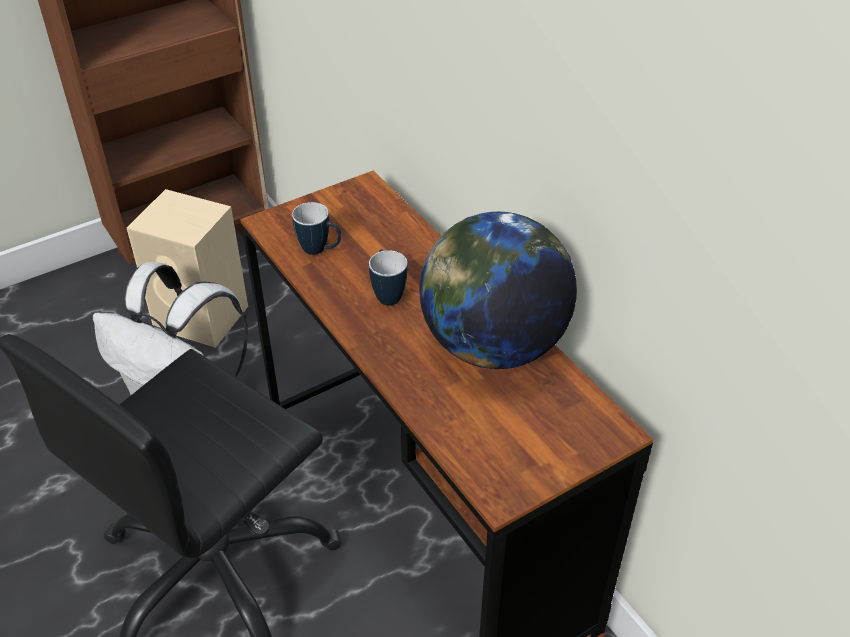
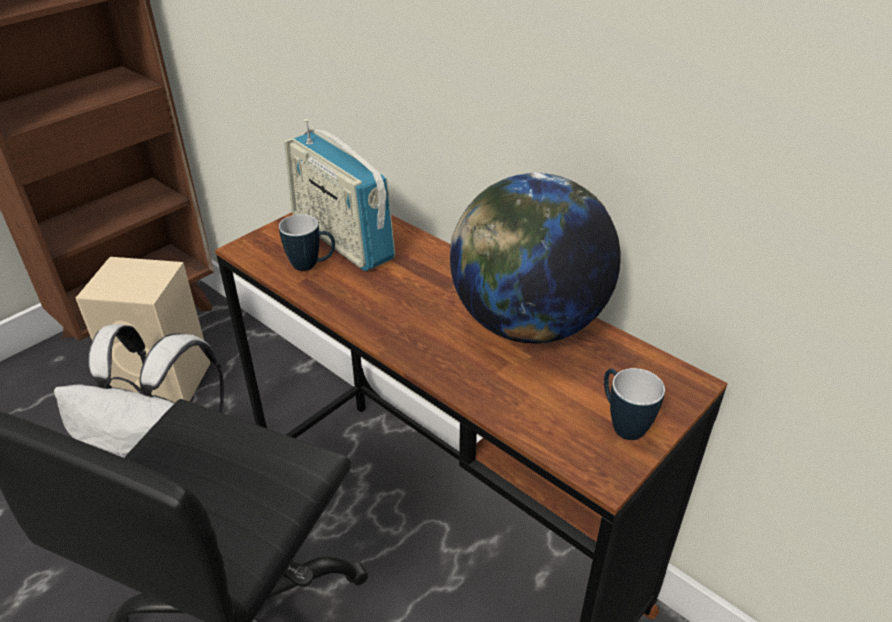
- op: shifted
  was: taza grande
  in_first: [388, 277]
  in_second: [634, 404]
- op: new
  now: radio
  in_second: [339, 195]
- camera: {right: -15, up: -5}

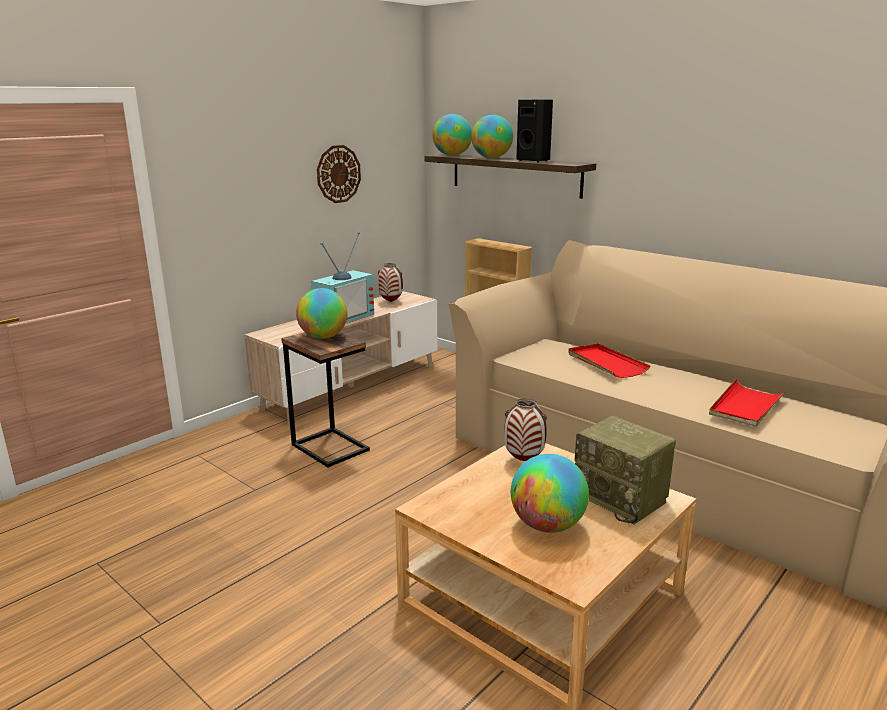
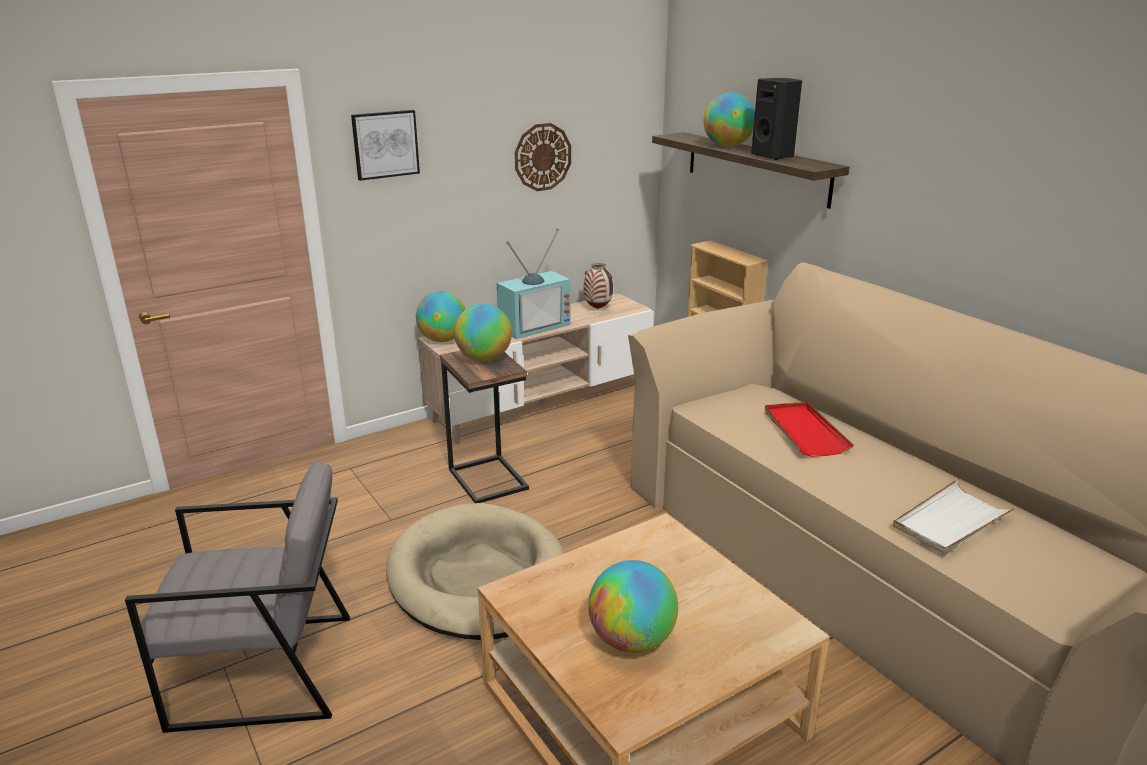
- op: shifted
  was: globo terráqueo
  in_first: [452, 135]
  in_second: [440, 317]
- op: gone
  was: florero
  in_first: [525, 429]
- op: gone
  was: radio
  in_first: [625, 470]
- op: repainted
  was: bandeja (rojo)
  now: bandeja (blanco)
  in_first: [748, 403]
  in_second: [954, 517]
- op: new
  now: sillón (gris)
  in_second: [237, 597]
- op: new
  now: cuadro
  in_second: [385, 145]
- op: new
  now: cama para perro (beis)
  in_second: [475, 571]
- camera: {right: 15, up: 5}

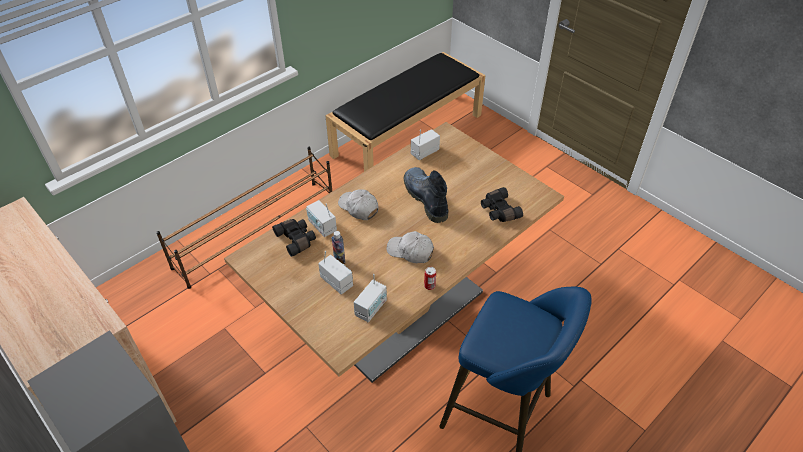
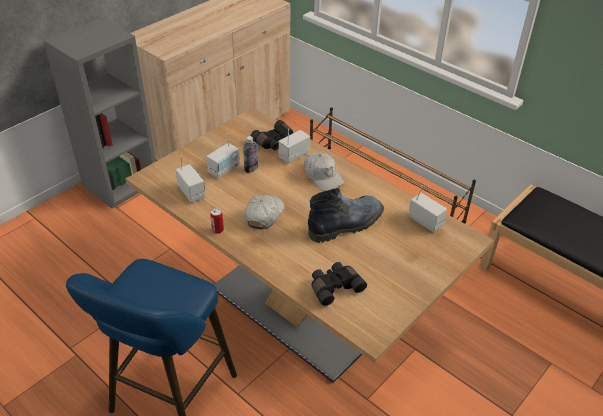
- op: rotated
  was: gorra (blanco)
  in_first: [358, 204]
  in_second: [324, 171]
  clockwise: 105
- op: rotated
  was: radio
  in_first: [370, 298]
  in_second: [190, 179]
  clockwise: -150
- camera: {right: 85, up: -5}

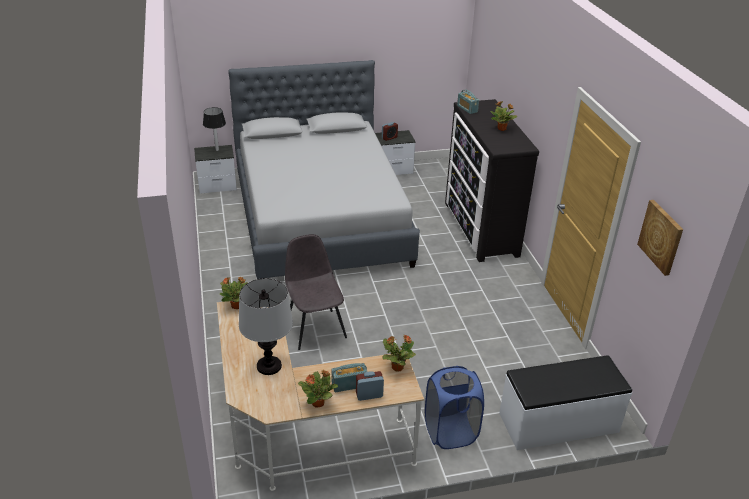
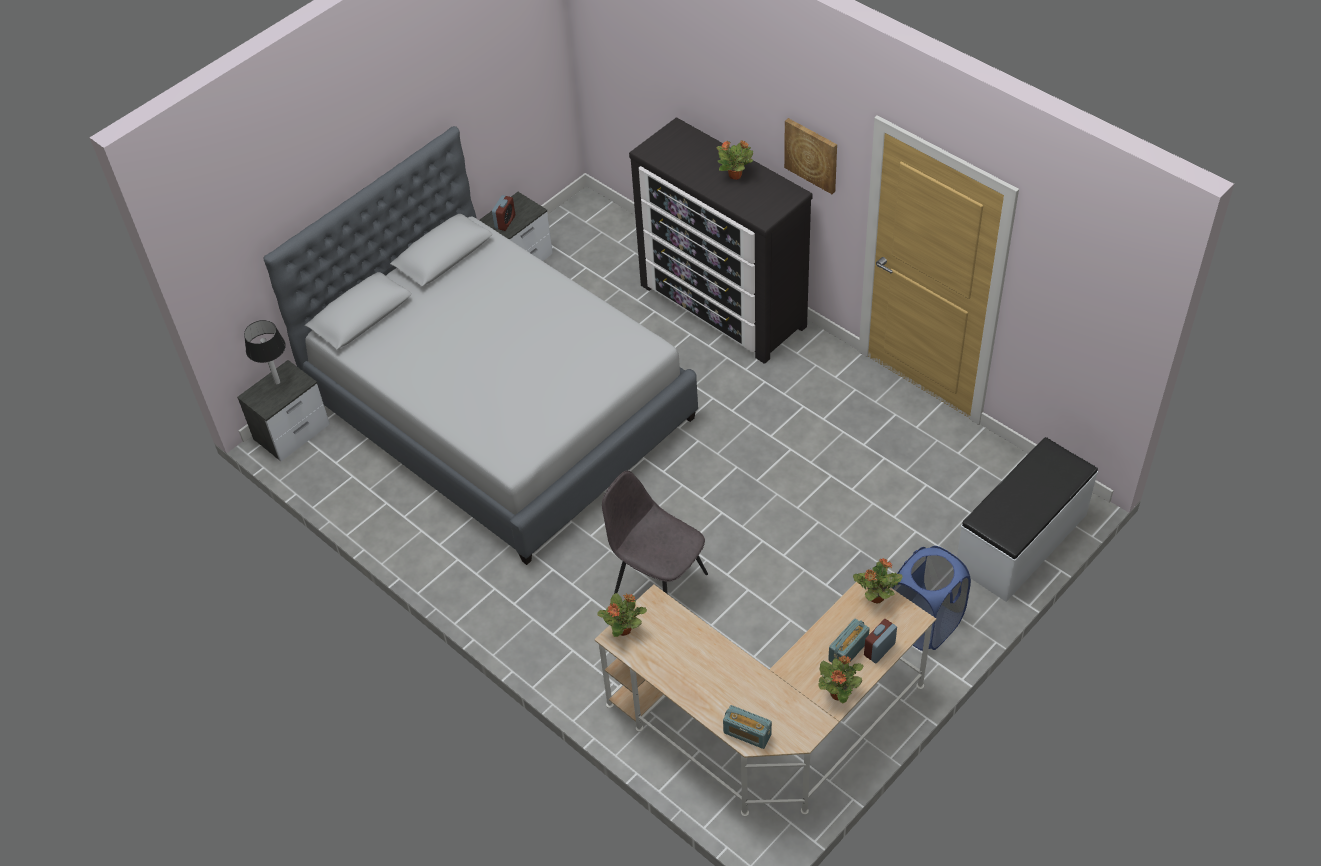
- op: gone
  was: lámpara de mesa
  in_first: [266, 326]
- op: shifted
  was: radio
  in_first: [468, 102]
  in_second: [747, 727]
- op: shifted
  was: cuadro
  in_first: [660, 238]
  in_second: [810, 156]
- camera: {right: -30, up: 15}

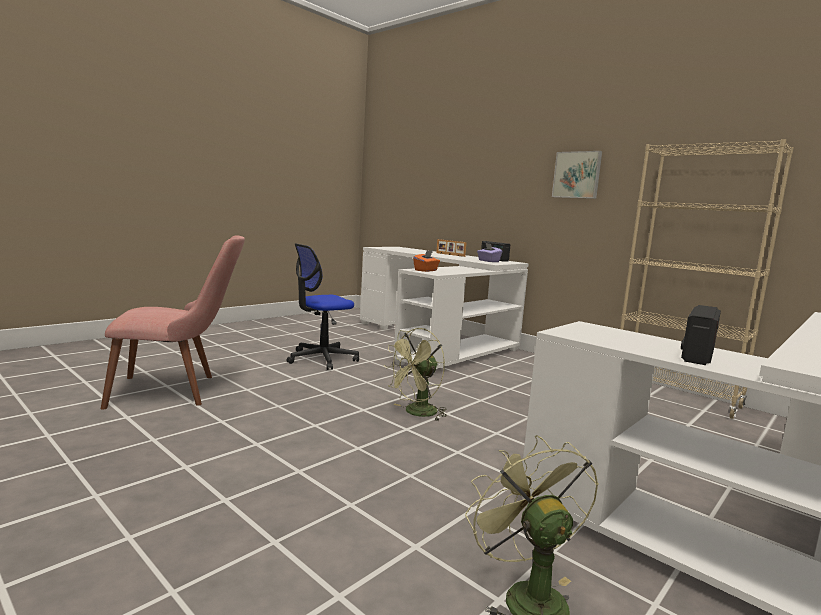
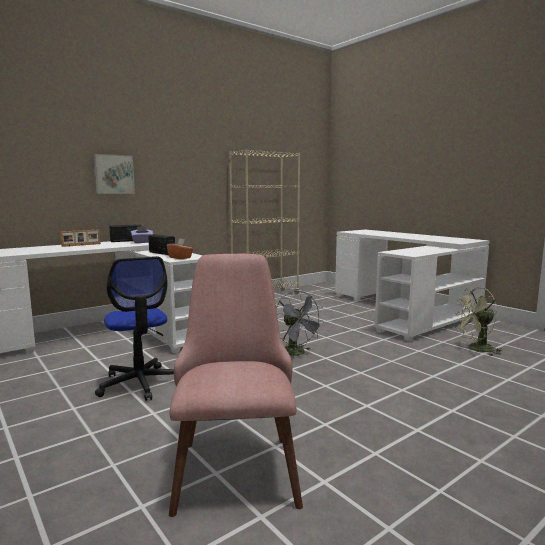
- op: repainted
  was: ventilador (verde)
  now: ventilador (gris)
  in_first: [415, 374]
  in_second: [300, 323]
- op: shifted
  was: cuadro
  in_first: [577, 175]
  in_second: [114, 174]
- op: shifted
  was: radio
  in_first: [701, 335]
  in_second: [161, 244]
- camera: {right: -80, up: 0}

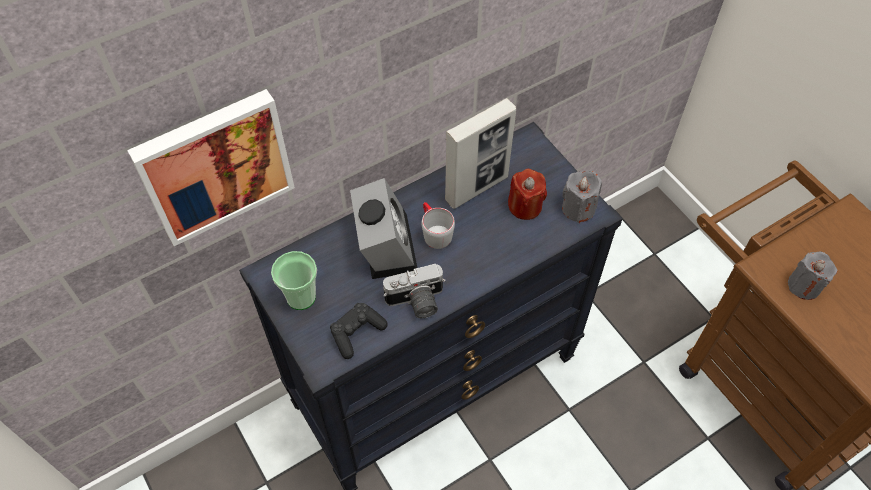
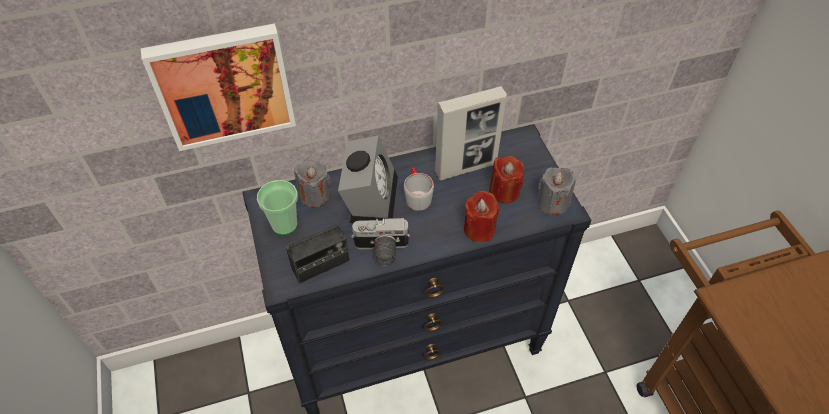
- op: swapped
  was: mando de consola (negro)
  now: radio
  in_first: [359, 331]
  in_second: [318, 247]
- op: shifted
  was: vela (gris)
  in_first: [812, 275]
  in_second: [312, 184]
- op: new
  now: vela (rojo)
  in_second: [481, 216]
- camera: {right: 15, up: -5}

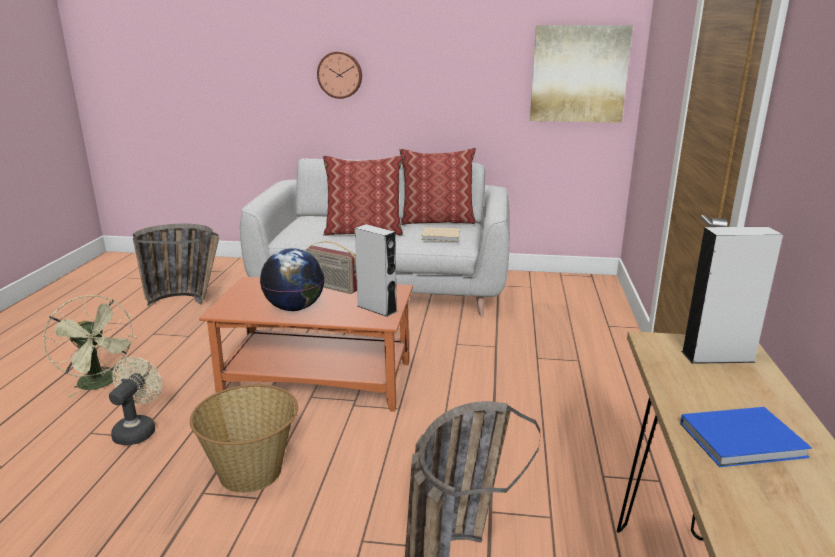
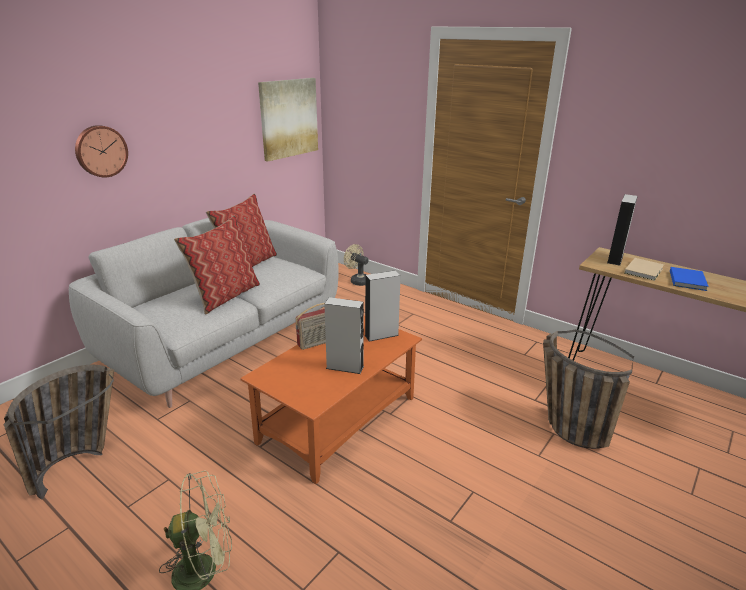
- op: shifted
  was: ventilador (beis)
  in_first: [135, 401]
  in_second: [356, 265]
- op: gone
  was: cesta
  in_first: [244, 438]
- op: swapped
  was: globo terráqueo
  now: altavoz (gris)
  in_first: [292, 279]
  in_second: [344, 335]
- op: shifted
  was: libro (beis)
  in_first: [440, 234]
  in_second: [644, 269]
- camera: {right: -60, up: 5}

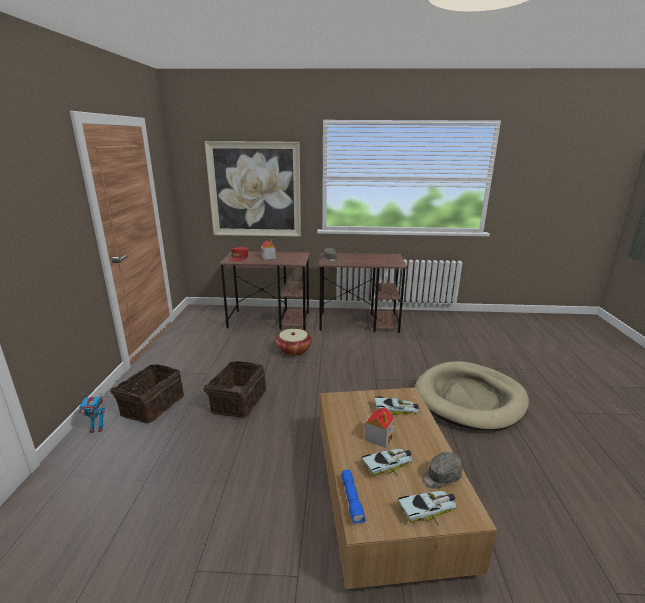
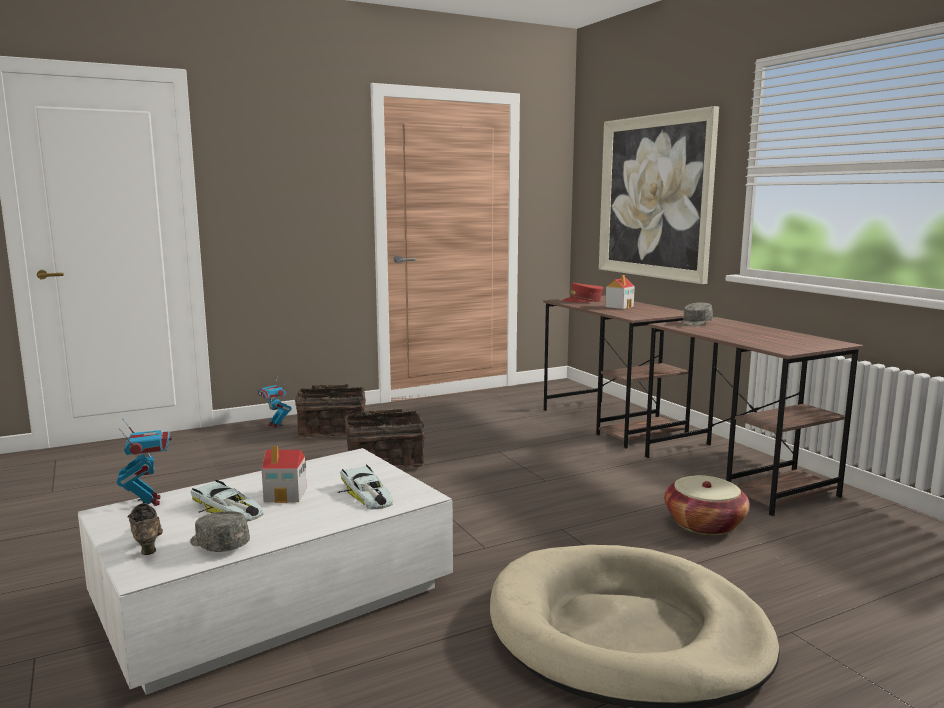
- op: shifted
  was: cesta
  in_first: [293, 342]
  in_second: [707, 505]
- op: repainted
  was: mesa de centro (marrón)
  now: mesa de centro (blanco)
  in_first: [408, 488]
  in_second: [265, 571]
- op: swapped
  was: linterna (azul)
  now: robot de juguete
  in_first: [354, 497]
  in_second: [144, 462]
- op: swapped
  was: coche de juguete
  now: zapato (marrón)
  in_first: [427, 508]
  in_second: [145, 529]
- camera: {right: 60, up: -10}

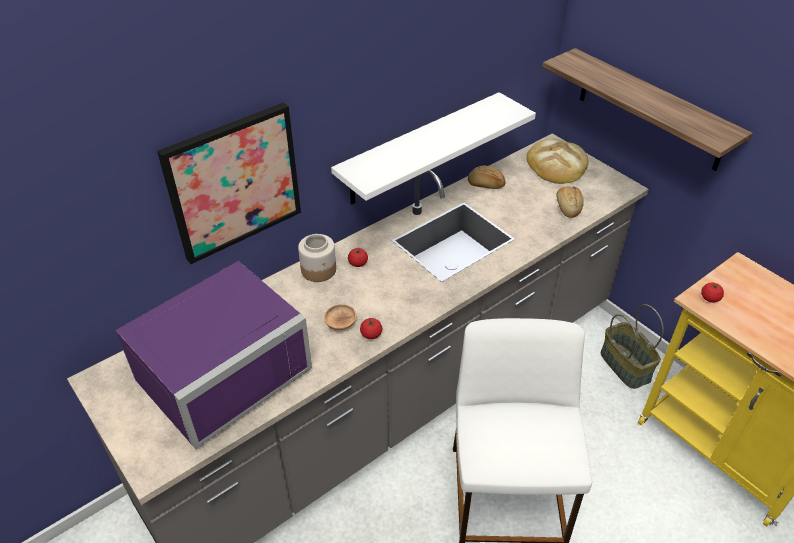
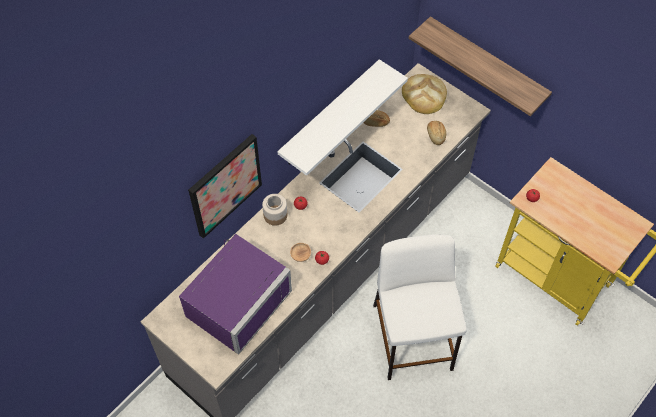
- op: gone
  was: cesta
  in_first: [632, 346]
- camera: {right: -10, up: 15}

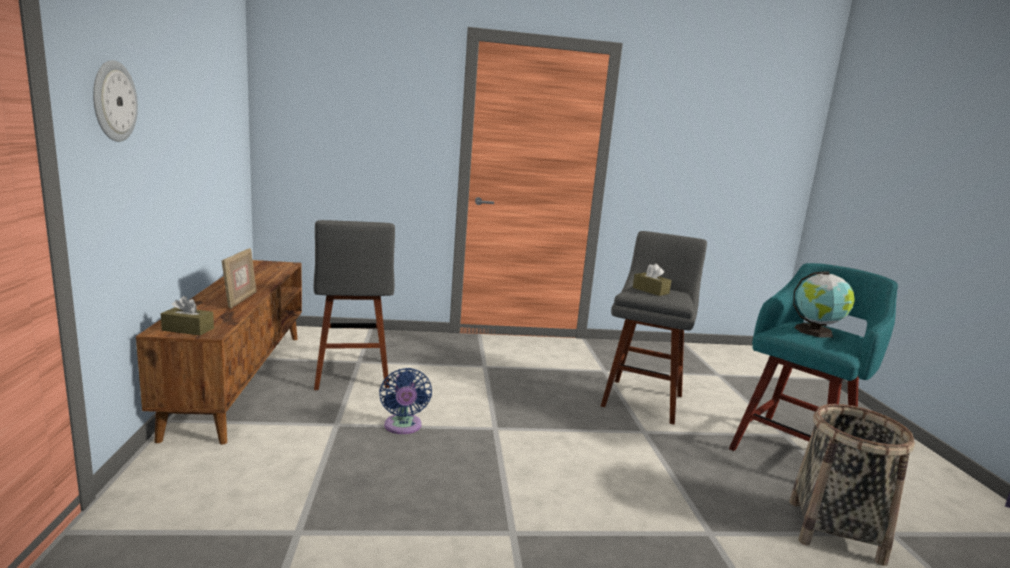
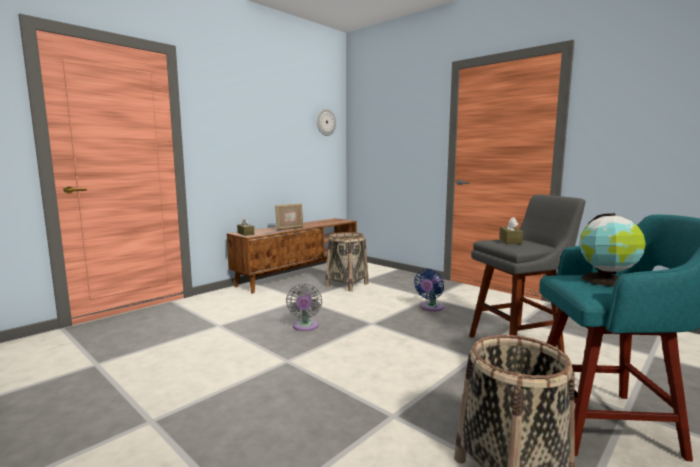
- op: shifted
  was: reloj de pared
  in_first: [115, 101]
  in_second: [326, 122]
- op: swapped
  was: taburete (gris)
  now: cesta
  in_first: [354, 305]
  in_second: [347, 261]
- op: shifted
  was: ventilador (azul)
  in_first: [405, 401]
  in_second: [429, 290]
- op: new
  now: ventilador (gris)
  in_second: [304, 307]
- camera: {right: 50, up: -5}

